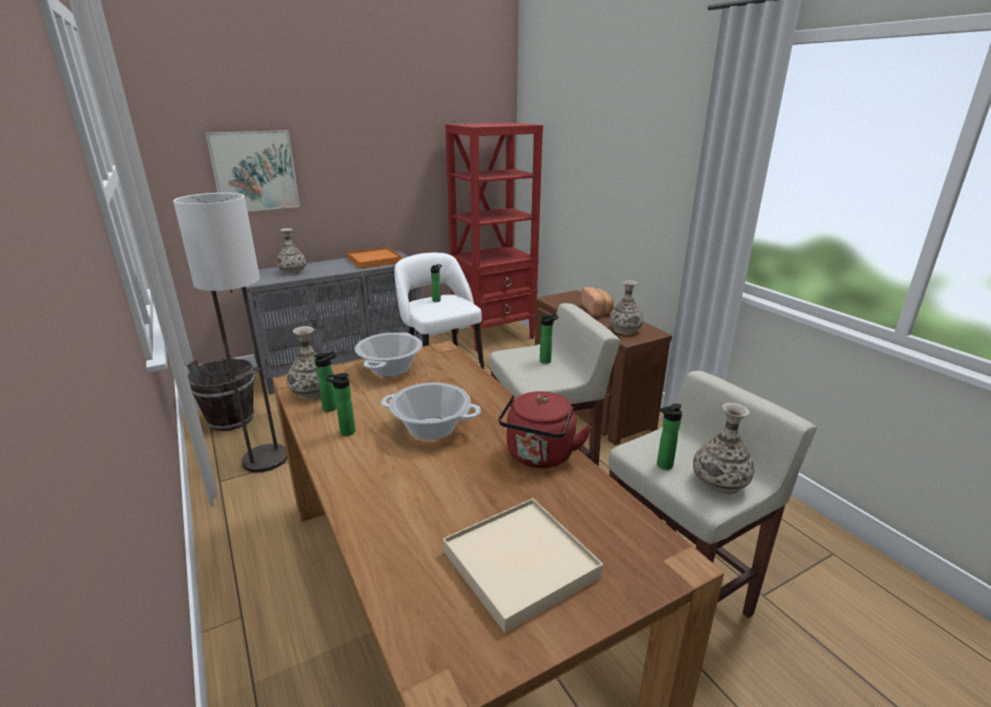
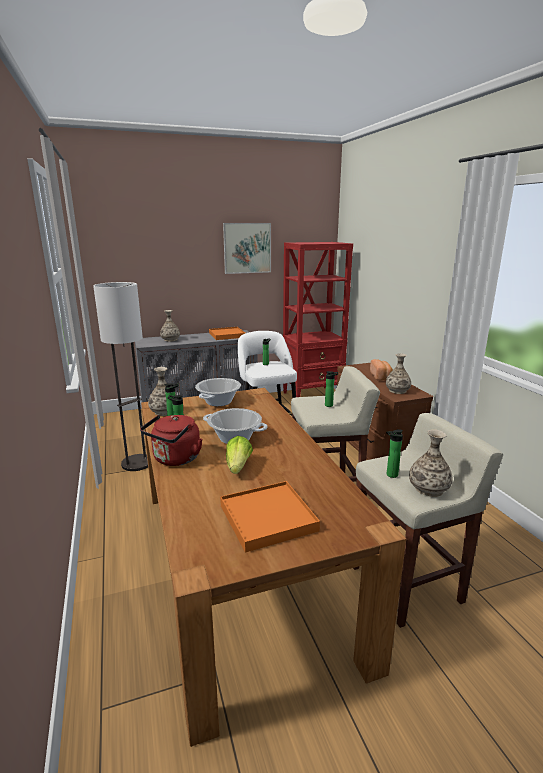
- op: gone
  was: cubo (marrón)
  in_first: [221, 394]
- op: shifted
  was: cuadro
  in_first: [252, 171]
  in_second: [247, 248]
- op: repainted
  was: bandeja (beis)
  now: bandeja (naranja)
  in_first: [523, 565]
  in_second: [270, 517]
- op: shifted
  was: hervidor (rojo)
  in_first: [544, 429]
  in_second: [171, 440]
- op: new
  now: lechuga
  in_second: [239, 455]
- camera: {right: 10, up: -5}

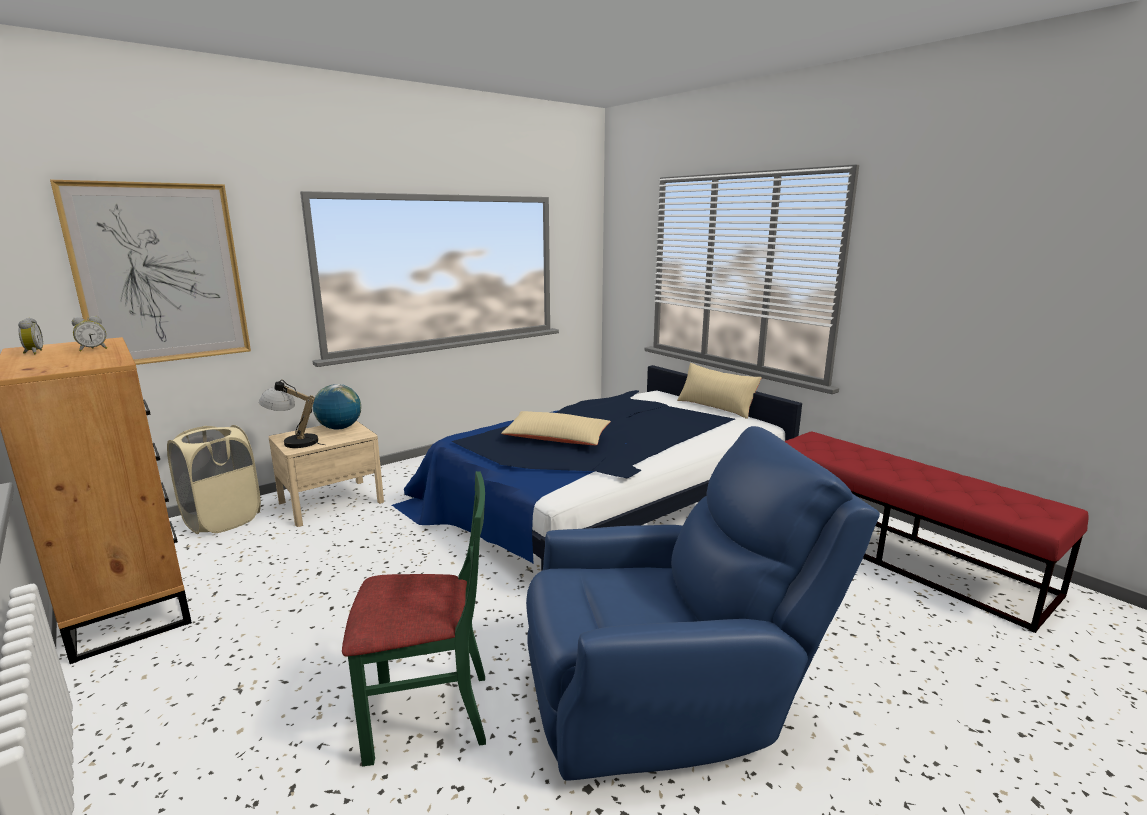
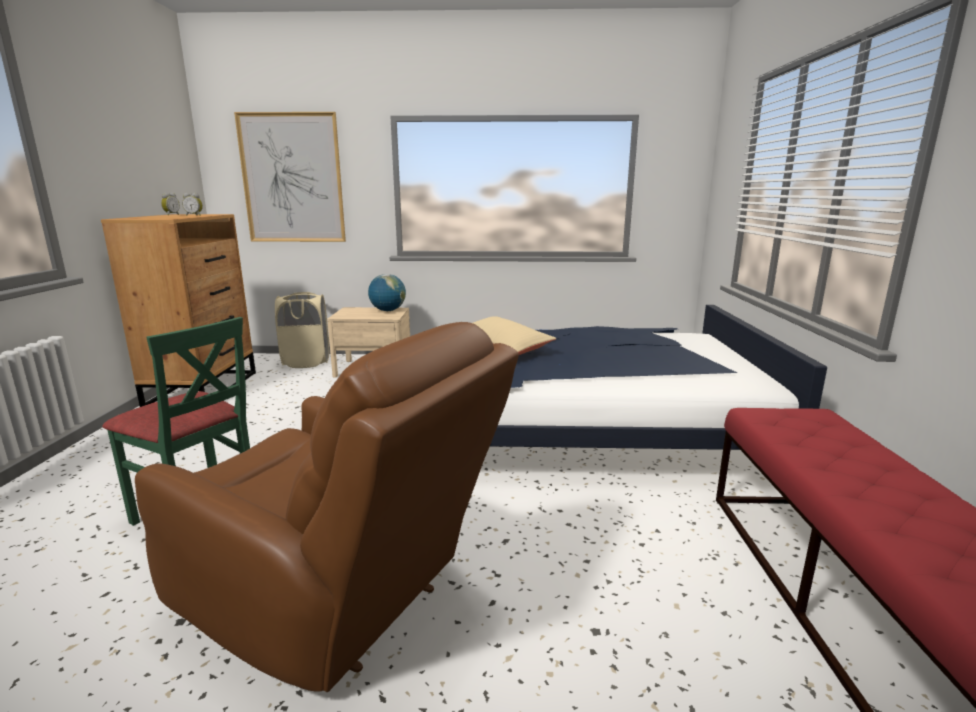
- op: gone
  was: lámpara de mesa
  in_first: [292, 414]
- op: repainted
  was: sillón (azul)
  now: sillón (marrón)
  in_first: [703, 603]
  in_second: [327, 507]
- op: gone
  was: cojín (beis)
  in_first: [719, 391]
- camera: {right: 40, up: 0}

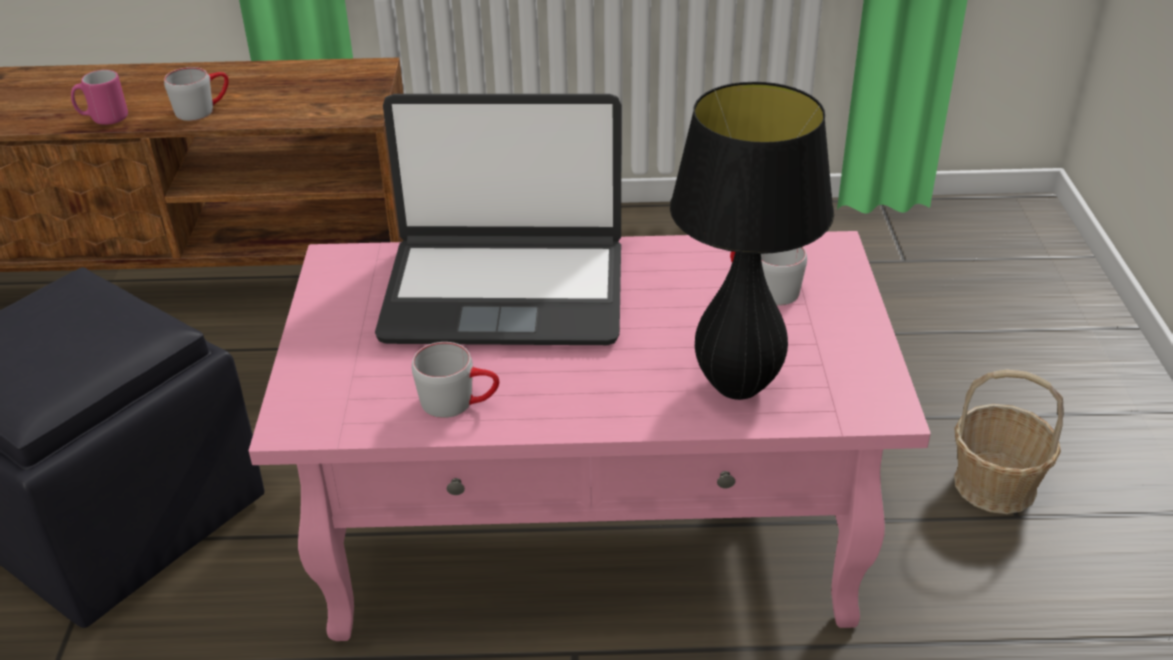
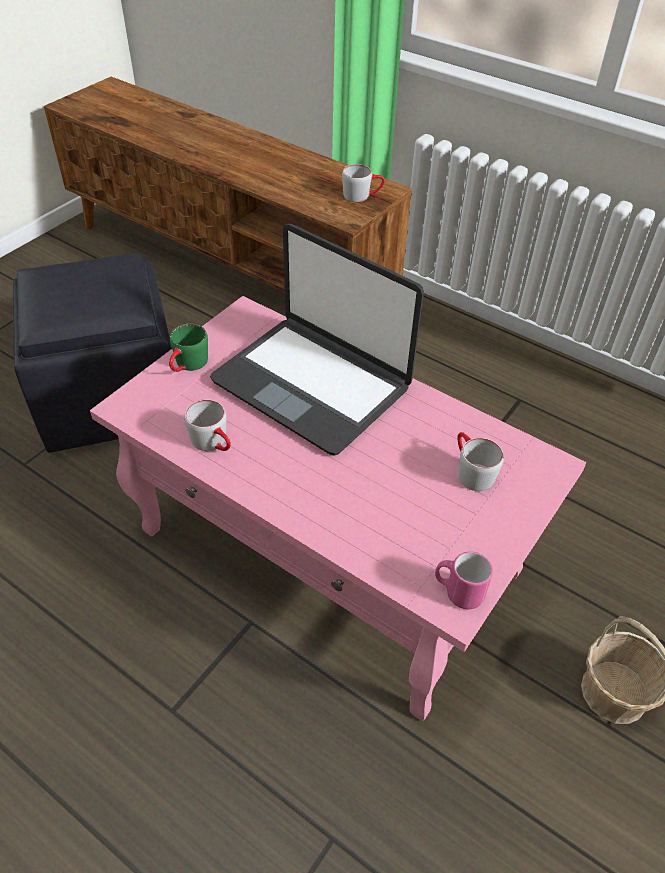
- op: shifted
  was: taza grande (rosa)
  in_first: [99, 97]
  in_second: [464, 580]
- op: shifted
  was: taza grande (gris)
  in_first: [196, 94]
  in_second: [363, 183]
- op: gone
  was: lámpara de mesa (negro)
  in_first: [752, 241]
- op: new
  now: taza grande (verde)
  in_second: [188, 348]
- camera: {right: 35, up: 10}

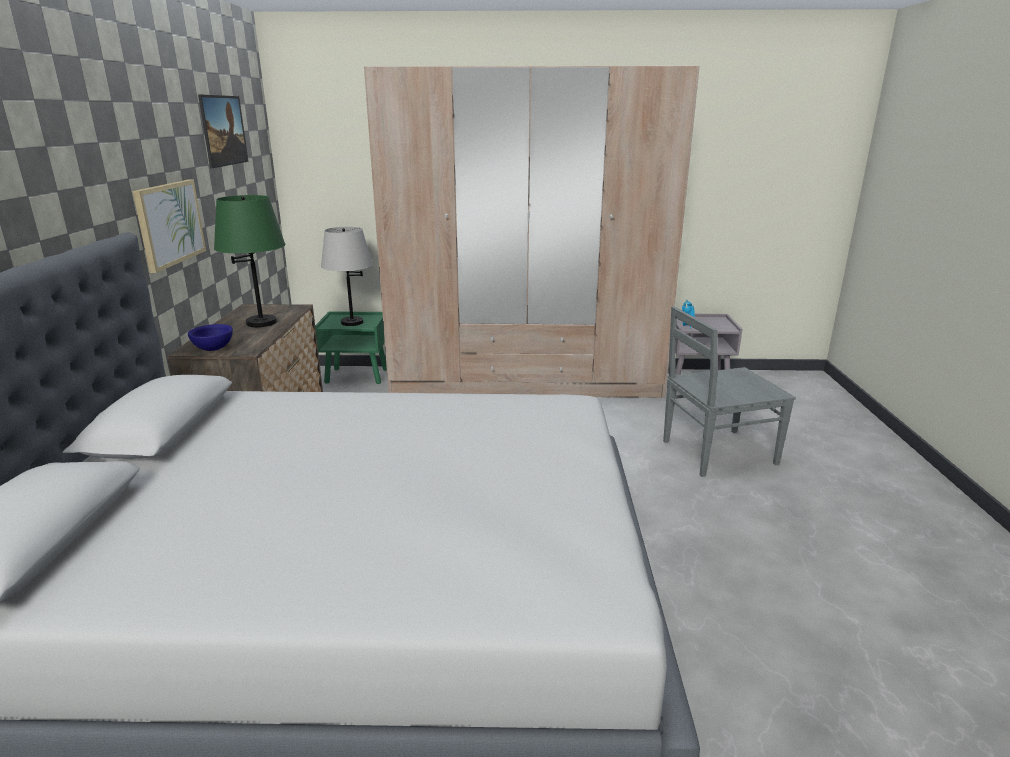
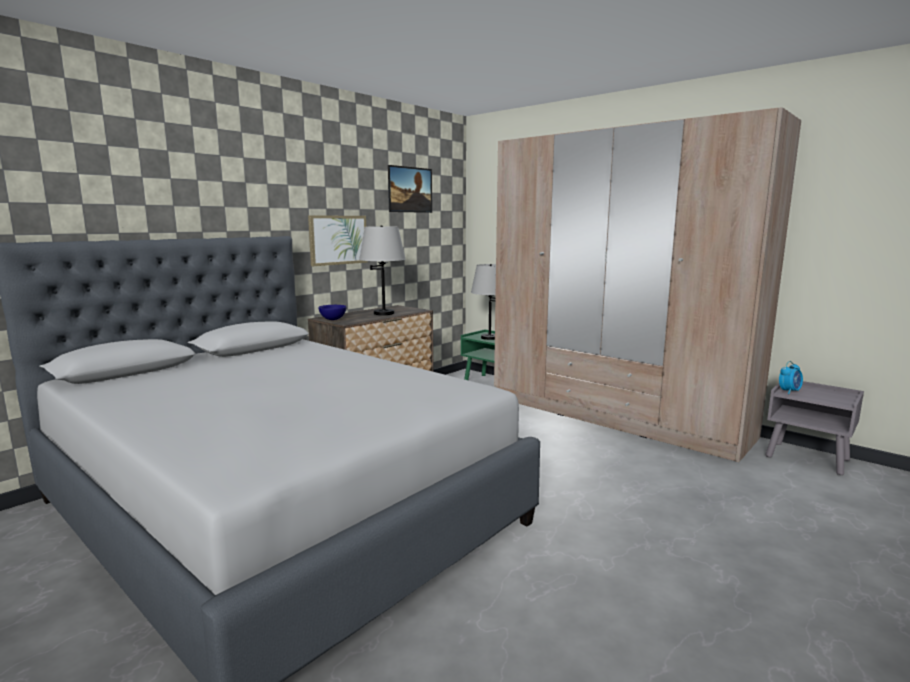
- op: repainted
  was: lámpara de mesa (verde)
  now: lámpara de mesa (gris)
  in_first: [250, 261]
  in_second: [382, 270]
- op: gone
  was: silla (gris)
  in_first: [729, 391]
- camera: {right: 40, up: -10}

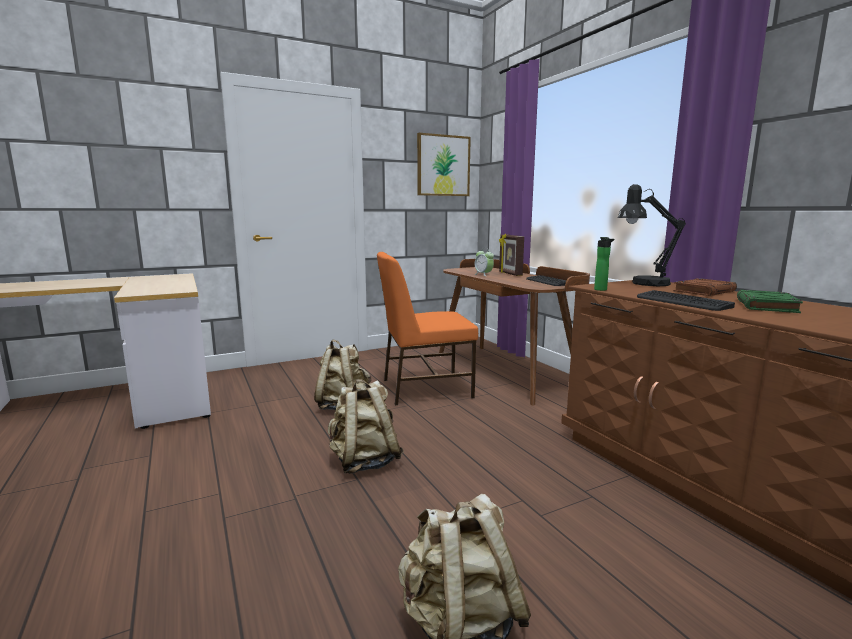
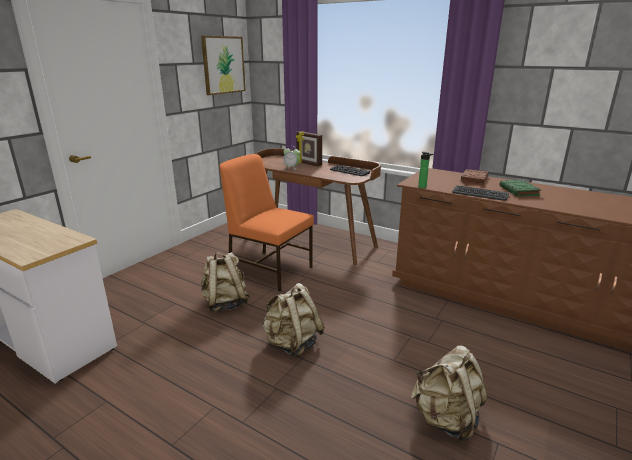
- op: rotated
  was: silla (naranja)
  in_first: [427, 328]
  in_second: [266, 222]
  clockwise: 75
- op: gone
  was: lámpara de mesa (negro)
  in_first: [652, 235]
- camera: {right: -30, up: 10}

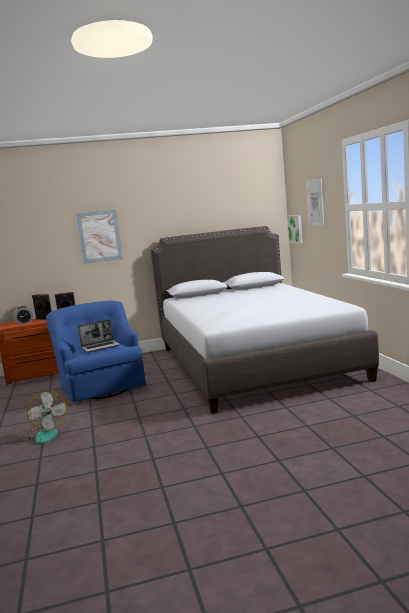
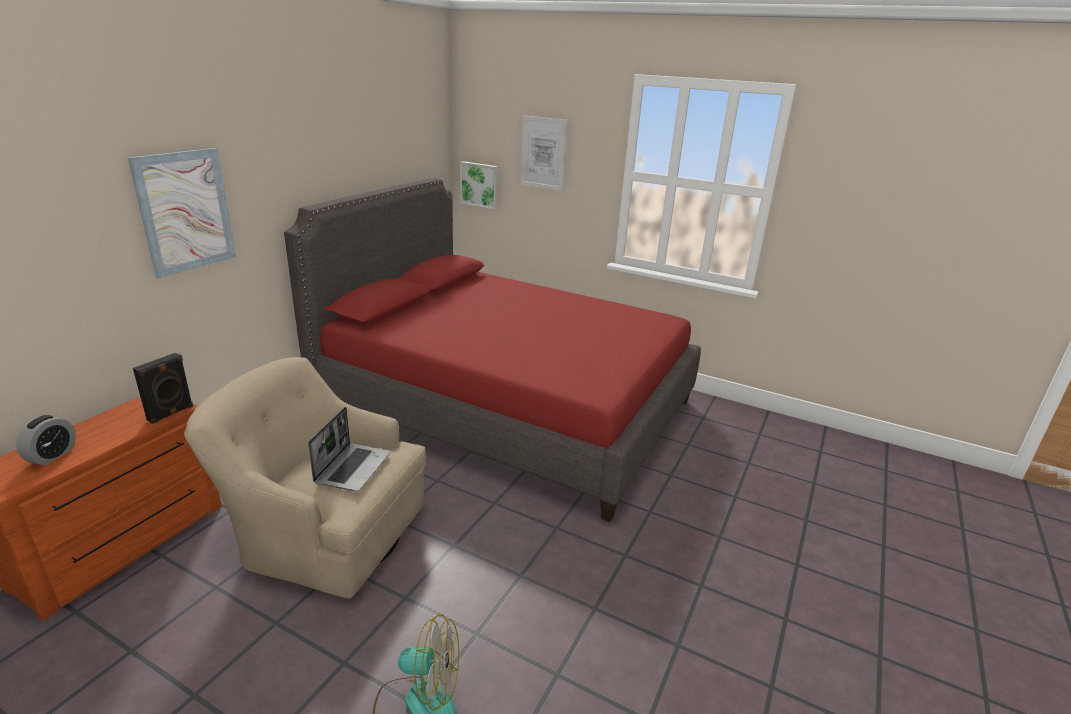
- op: gone
  was: altavoz (negro)
  in_first: [42, 307]
- op: repainted
  was: sillón (azul)
  now: sillón (beis)
  in_first: [96, 351]
  in_second: [305, 478]
- op: repainted
  was: cama (gris)
  now: cama (rojo)
  in_first: [264, 320]
  in_second: [492, 350]
- camera: {right: -50, up: 15}

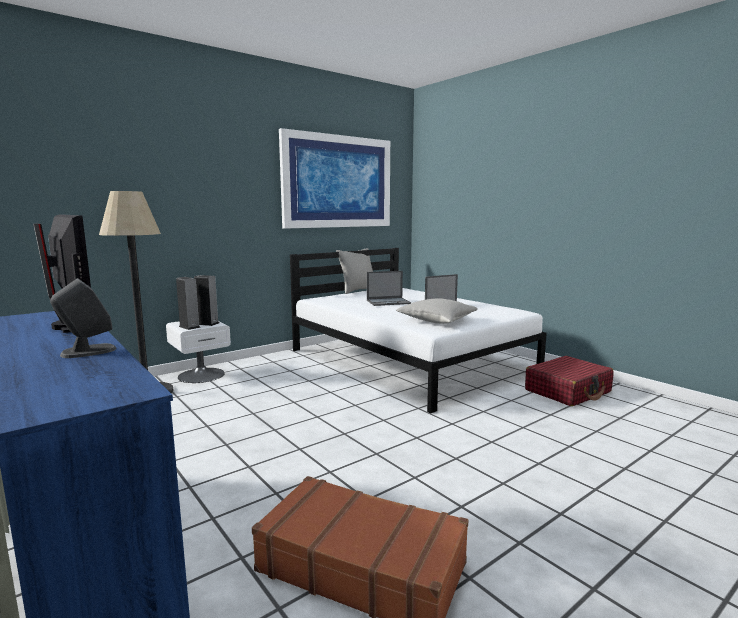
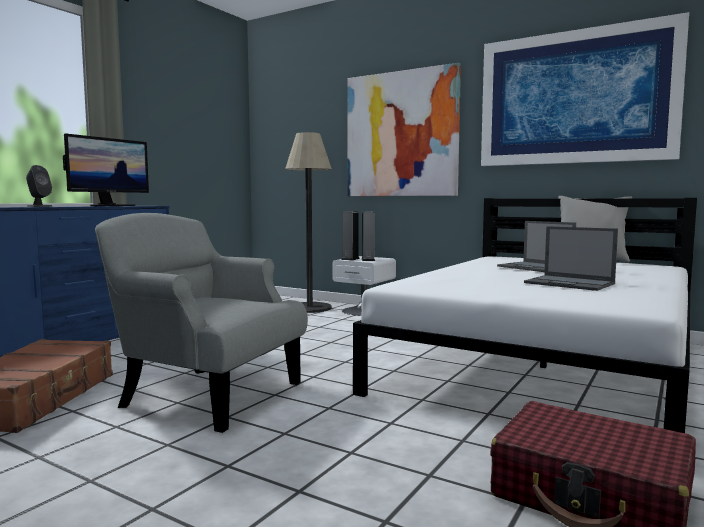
- op: gone
  was: cojín (gris)
  in_first: [437, 311]
- op: new
  now: sillón (gris)
  in_second: [201, 323]
- op: new
  now: cuadro
  in_second: [404, 129]
- camera: {right: 70, up: -5}

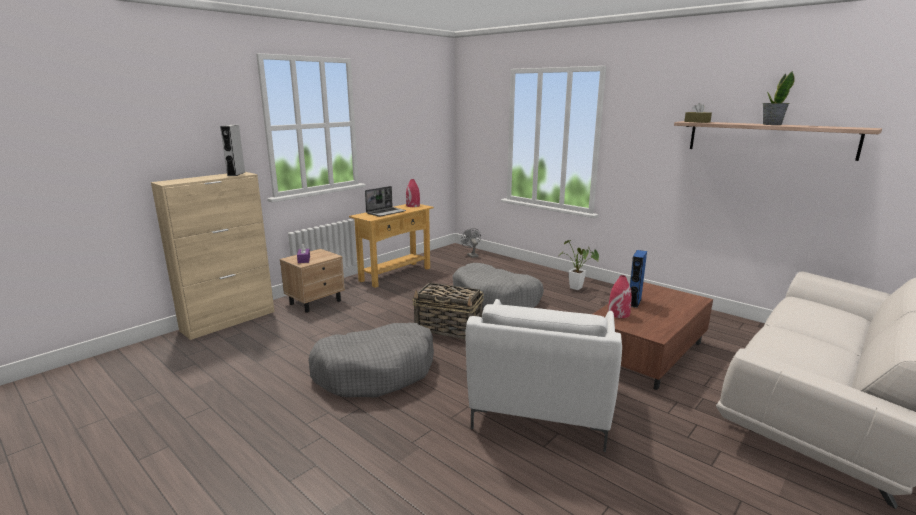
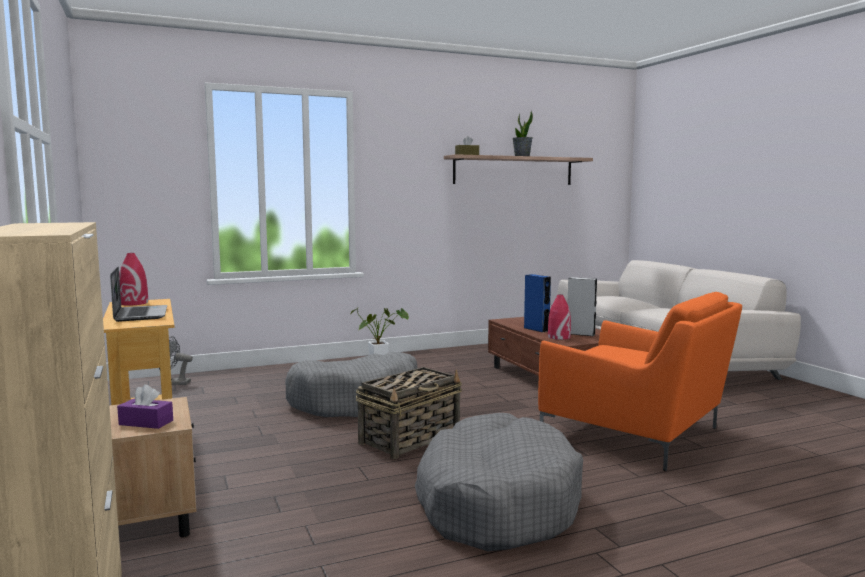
- op: shifted
  was: altavoz (gris)
  in_first: [233, 150]
  in_second: [582, 306]
- op: repainted
  was: sillón (blanco)
  now: sillón (naranja)
  in_first: [544, 375]
  in_second: [640, 381]
- camera: {right: -65, up: -10}

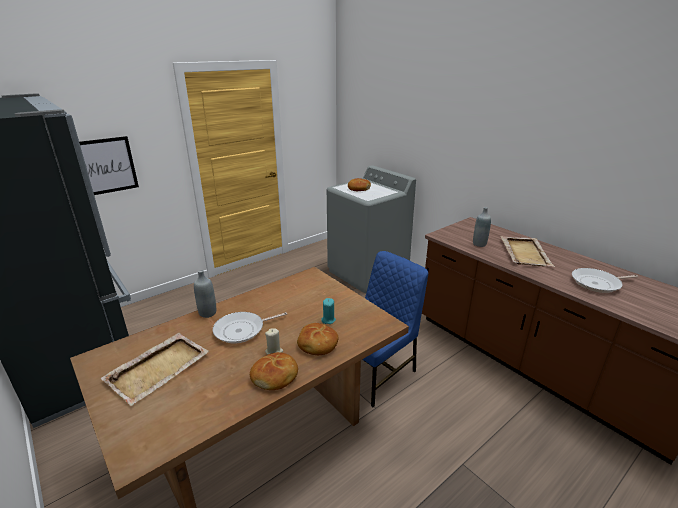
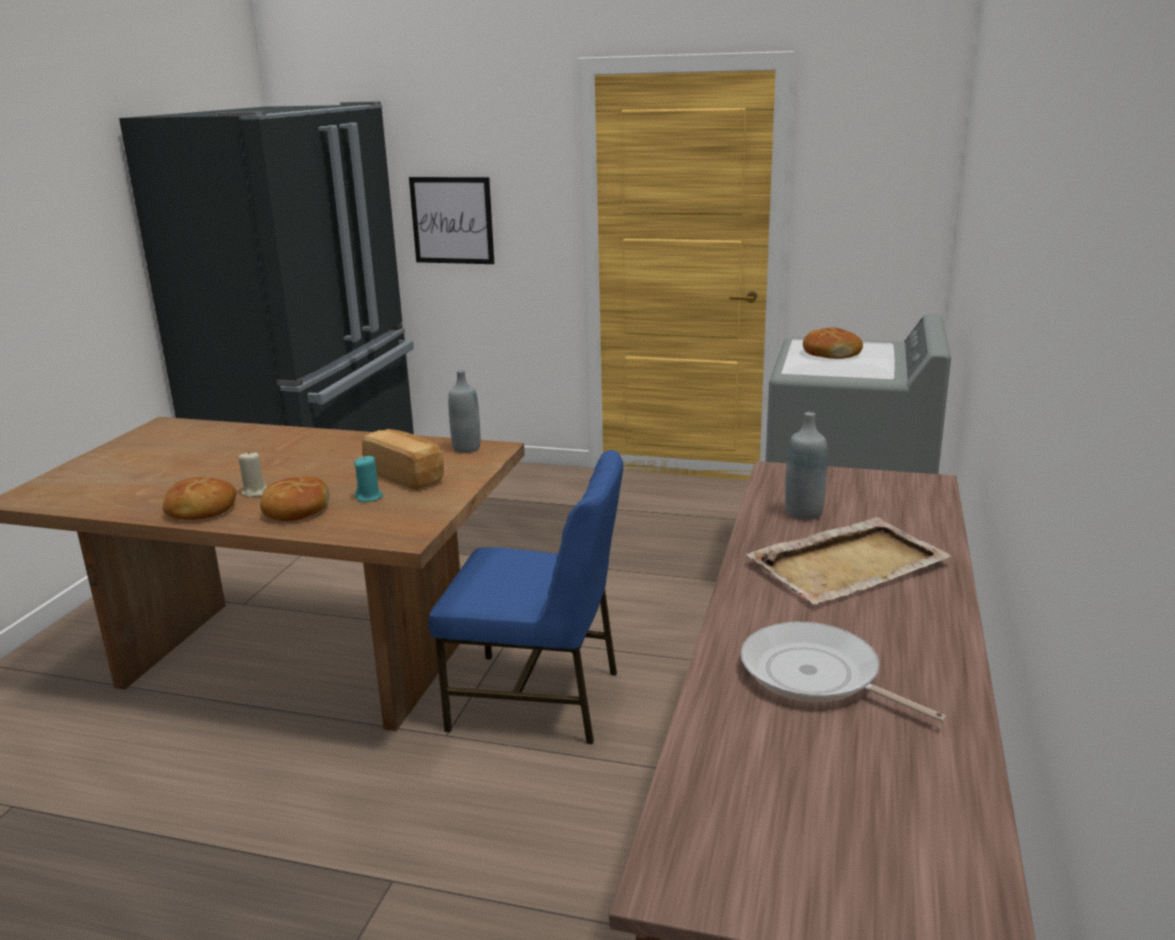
- op: gone
  was: bandeja (beis)
  in_first: [155, 369]
- op: shifted
  was: botella (gris)
  in_first: [205, 294]
  in_second: [464, 411]
- op: gone
  was: sartén
  in_first: [250, 327]
- op: new
  now: pan
  in_second: [403, 459]
- camera: {right: 55, up: -5}

